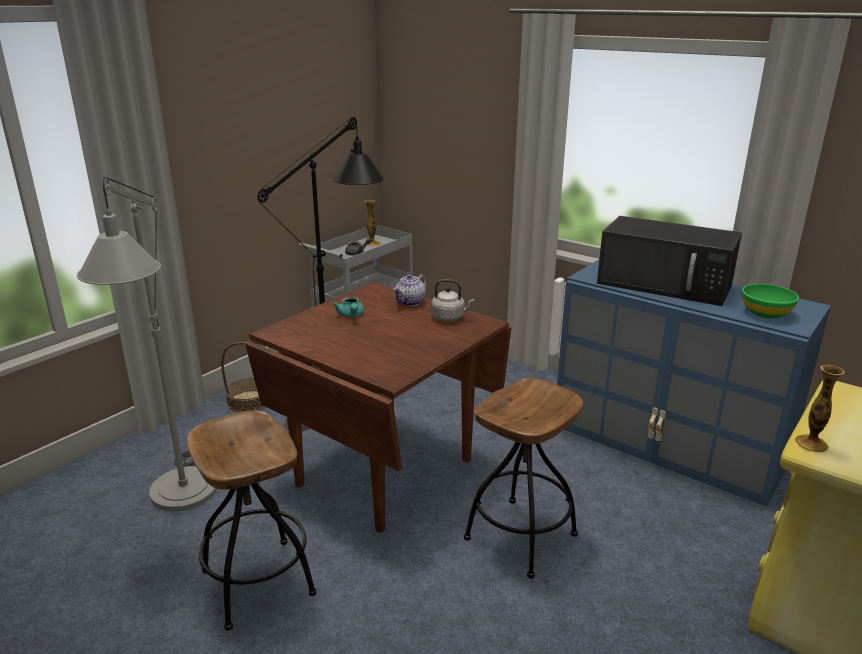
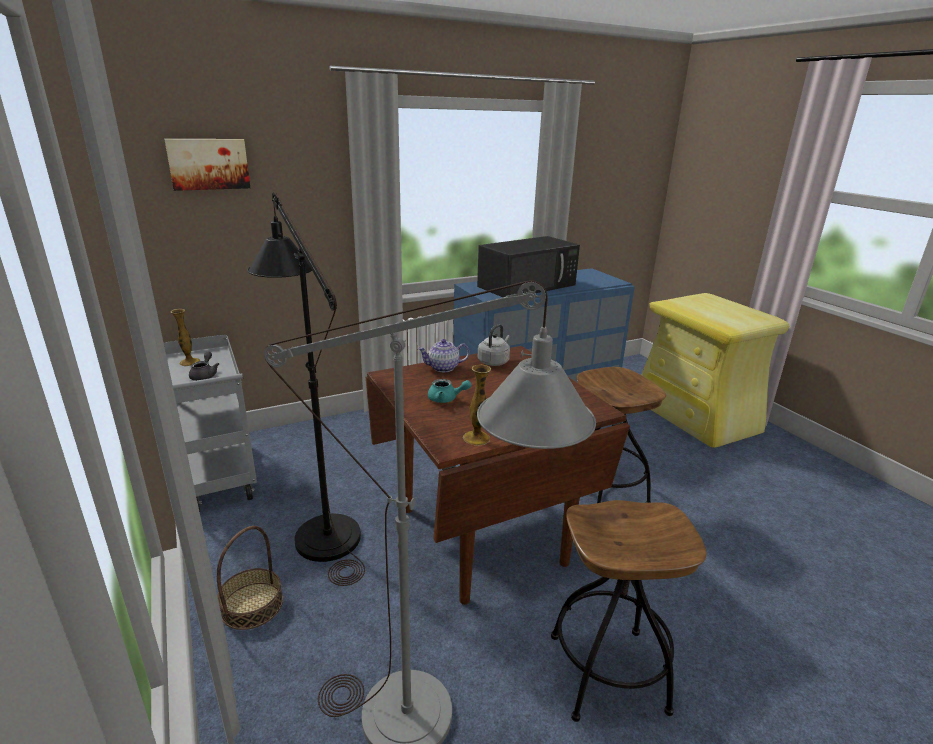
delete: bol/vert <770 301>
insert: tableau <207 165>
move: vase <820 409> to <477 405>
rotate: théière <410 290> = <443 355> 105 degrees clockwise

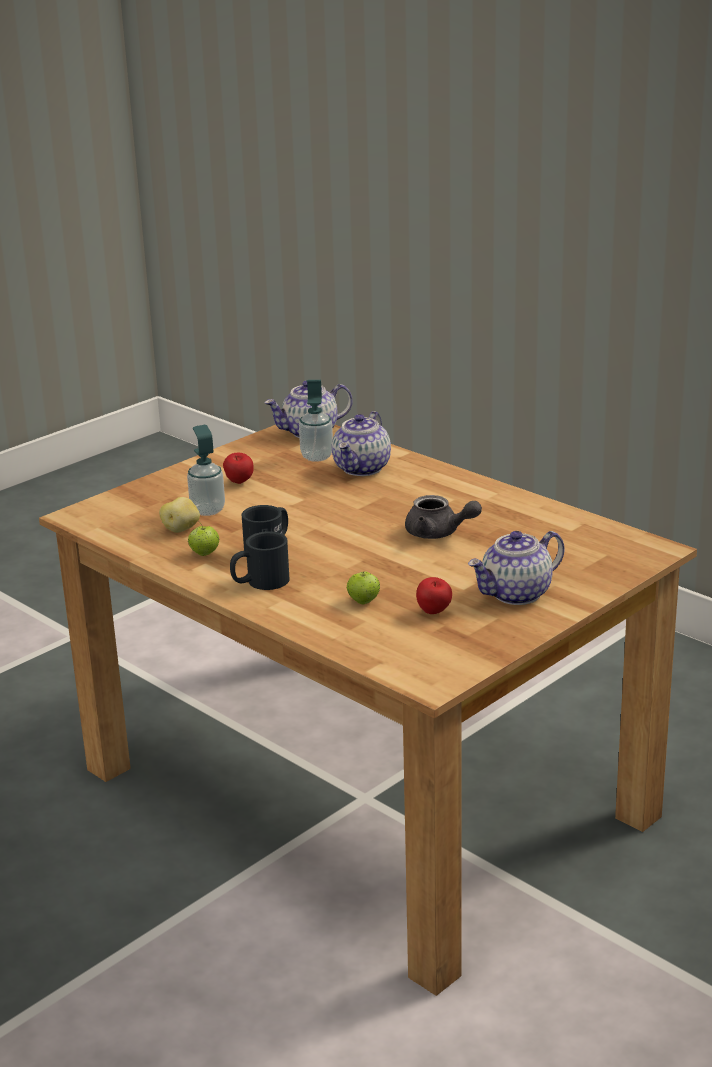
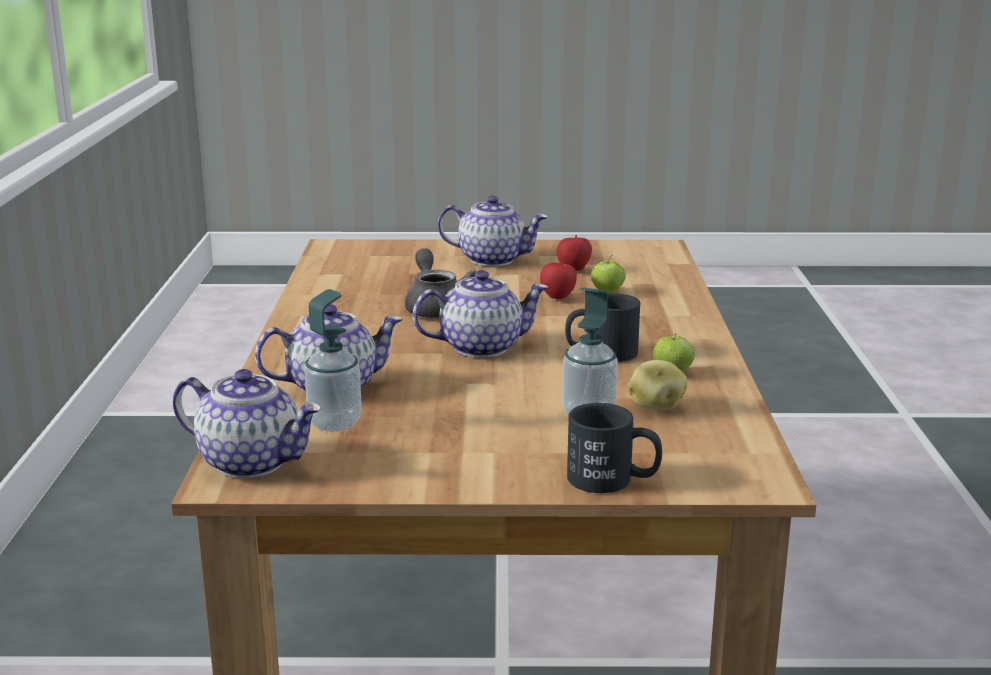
insert: théière <481 314>
move: pomme <238 468> to <558 280>; mug/noir <259 560> to <614 448>

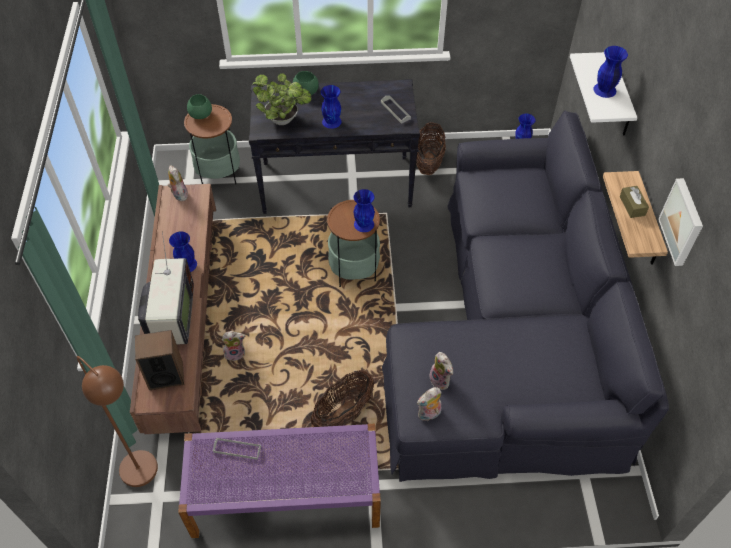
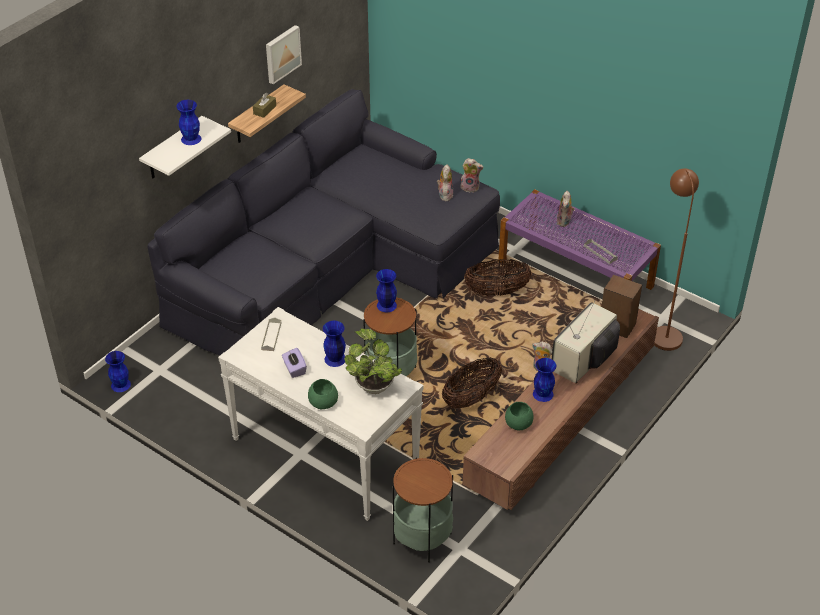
insert: boîte à mouchoirs/violet <294 363>
move: peluche <178 183> to <566 209>; bol/vert <199 106> to <519 416>; panier <431 148> to <472 383>
recolor: table console/noir <334 146> to table console/blanc <320 414>

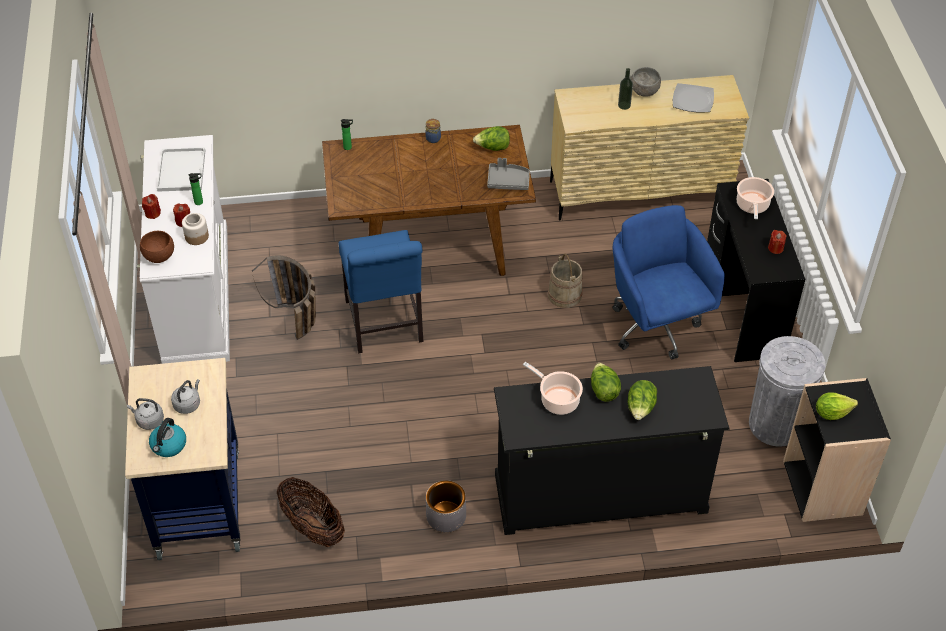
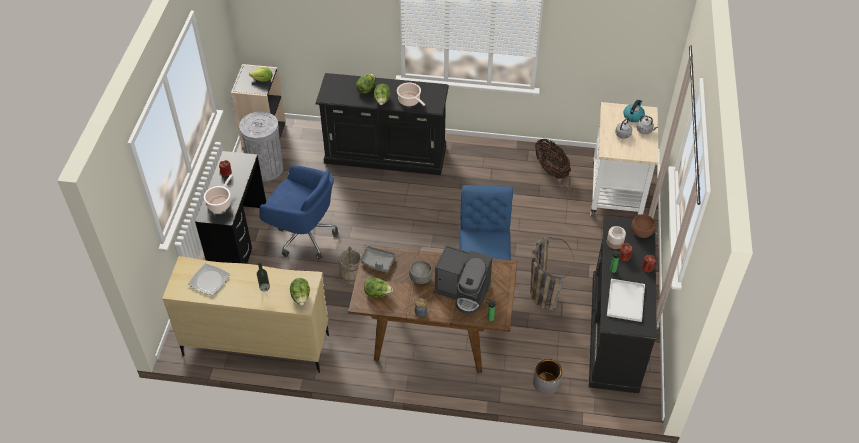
insert: laitue <300 292>; machine à café <462 279>
move: cache-pot/gris <446 506> to <548 377>; bol/gris <646 82> to <421 272>
recolor: chariot/bleu <182 459> to chariot/blanc <624 159>; meuble de rangement/blanc <183 249> to meuble de rangement/noir <624 304>
rotate: chaise de bureau/bleu <669 282> = <299 212> 60 degrees counterclockwise

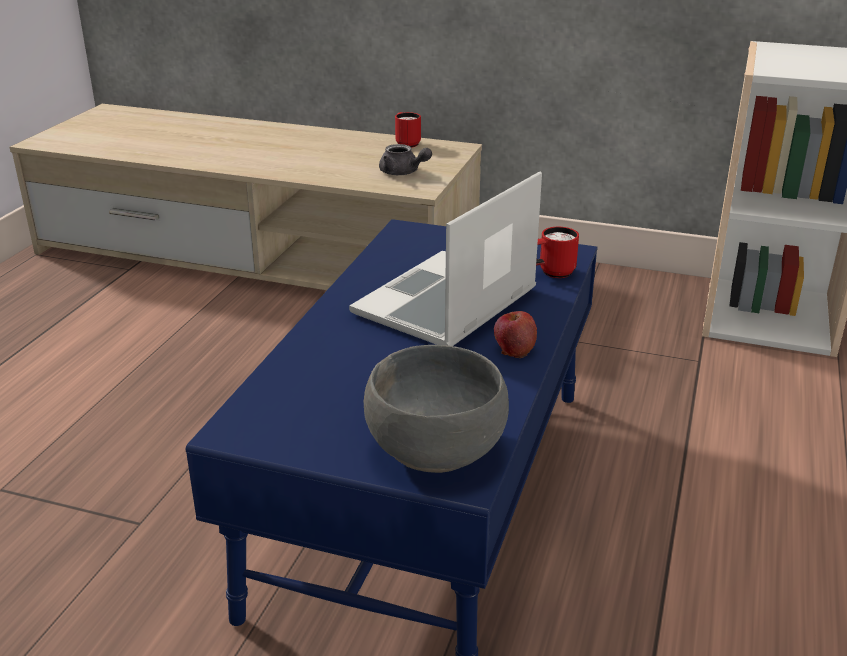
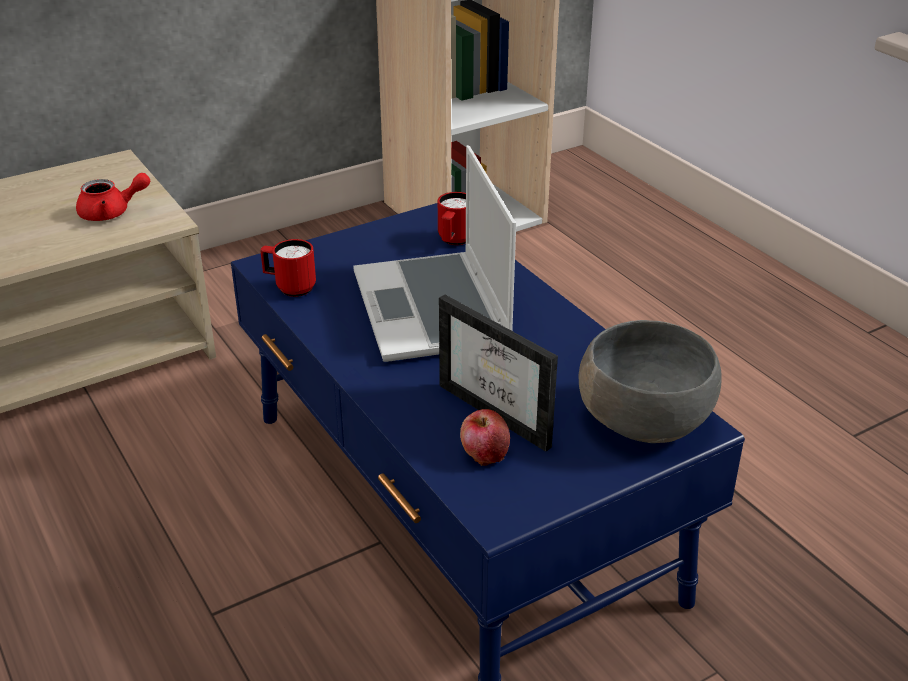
insert: cadre photo <498 373>
move: mug/rouge <408 130> to <288 268>; pomme <515 334> to <485 437>
recolor: théière/gris <405 159> to théière/rouge <113 197>

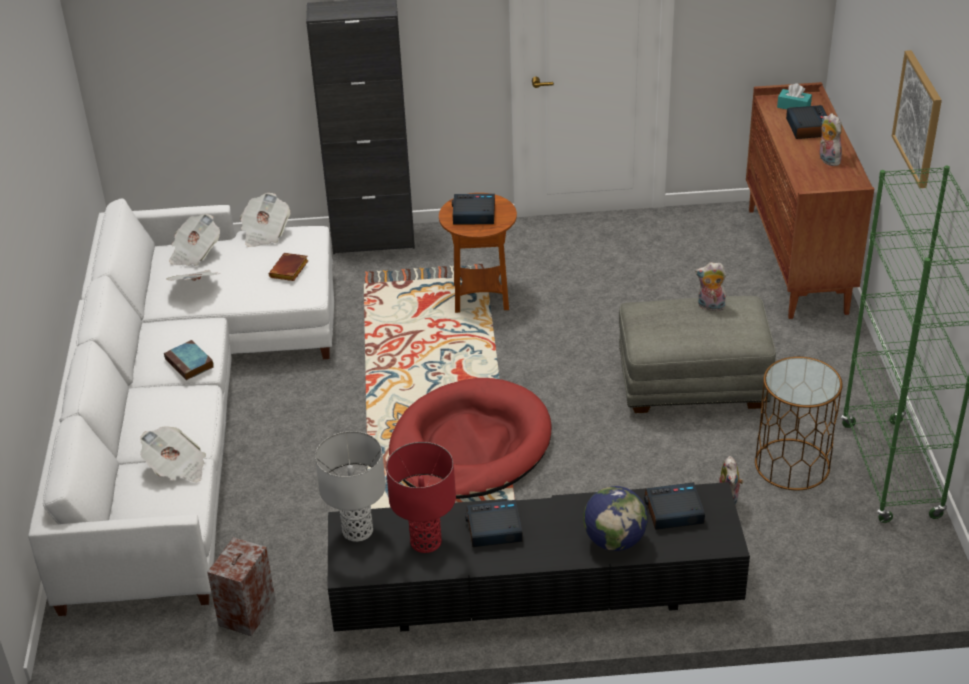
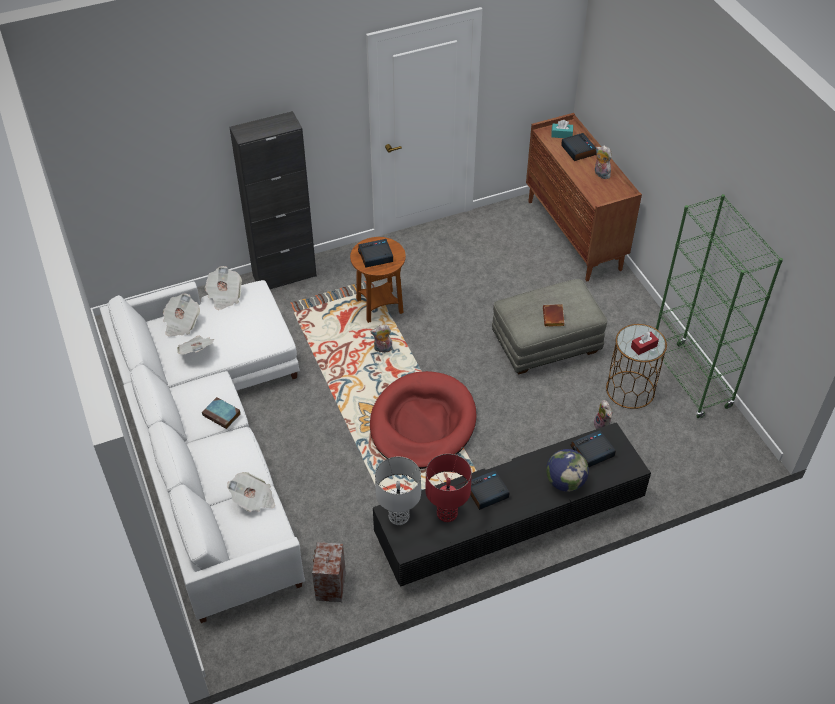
delete: tableau <917 119>
insert: boîte à mouchoirs/rouge <645 343>
move: livre/marron <289 267> to <554 315>; peluche <711 286> to <381 338>

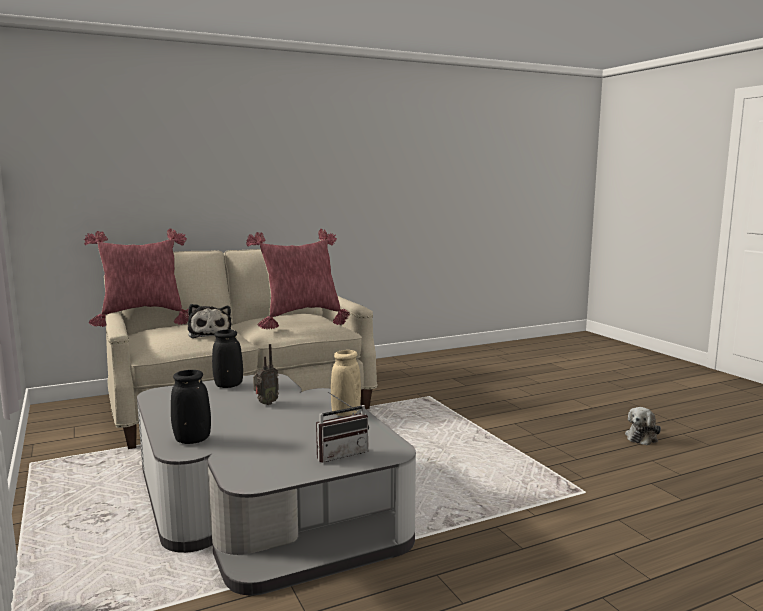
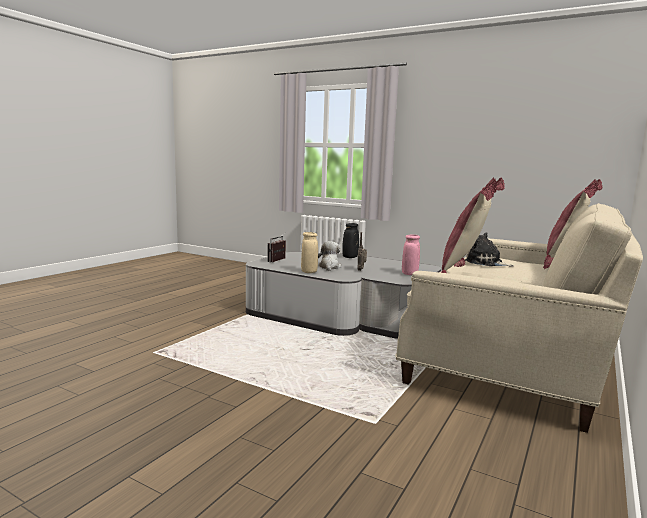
move: peluche <643 426> to <330 256>
recolor: vase/noir <227 358> to vase/rose <411 255>

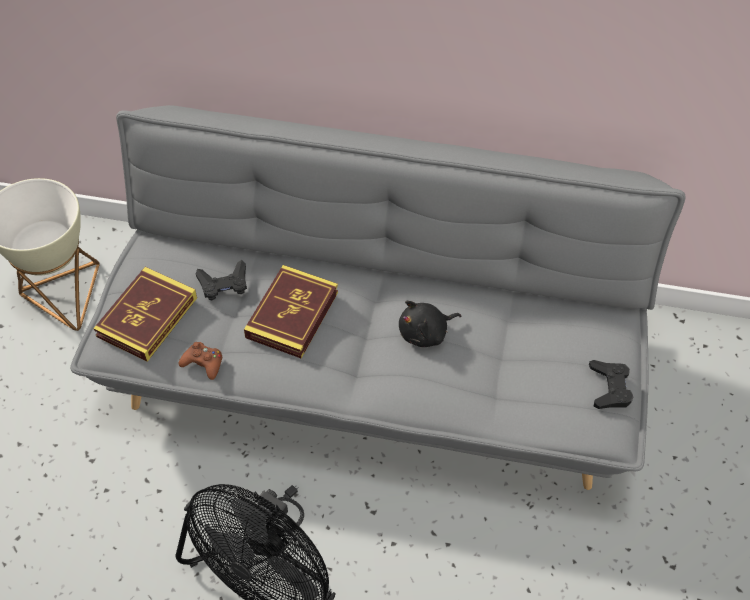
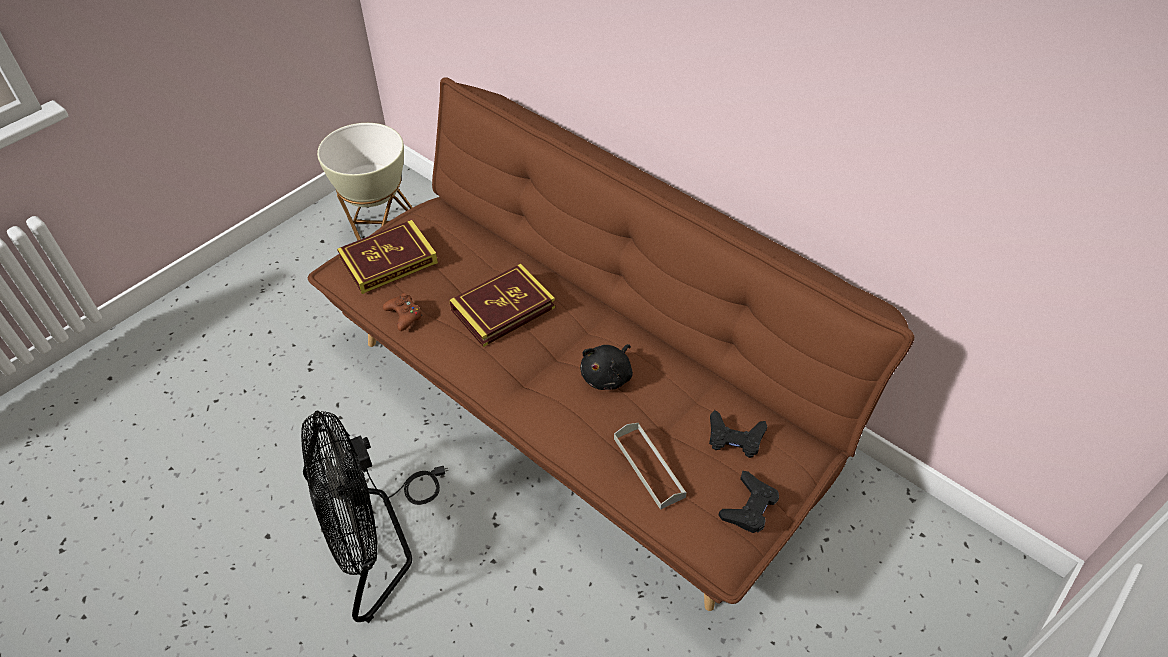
insert: plateau/gris <650 466>
move: manette/noir <221 280> to <738 434>
recolor: canapé/gris <378 297> to canapé/marron <611 344>
rotate: peluche/noir <430 324> = <606 367> 60 degrees counterclockwise

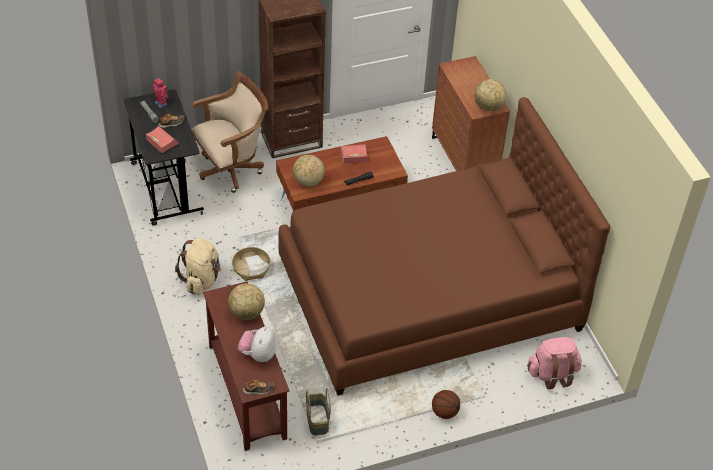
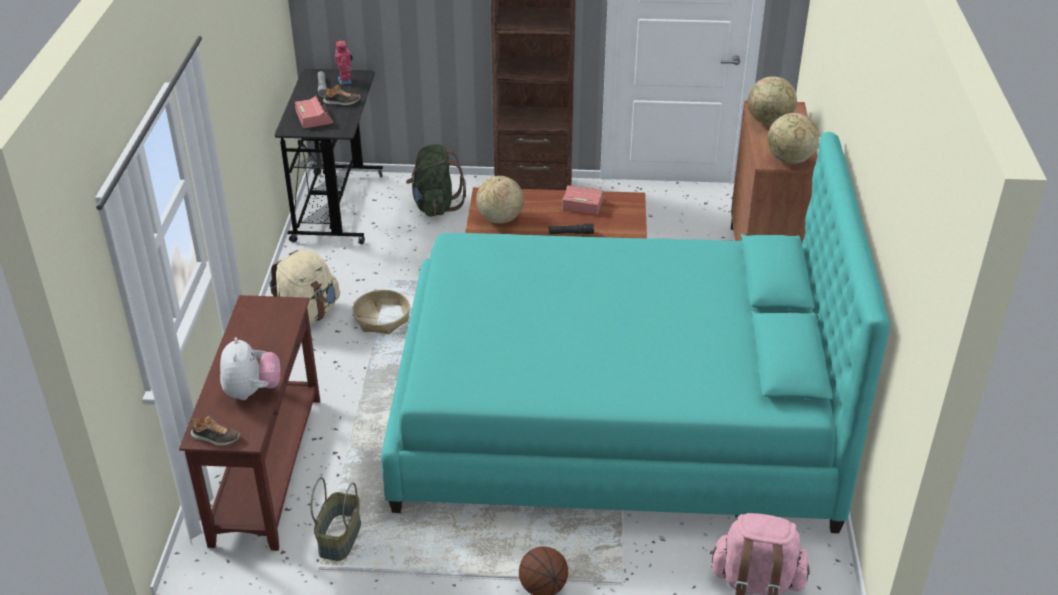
move: globe <246 302> to <772 100>
replace: chaise de bureau <230 132> to sac à dos/vert <436 180>
recolor: lit/marron <444 246> to lit/turquoise <635 332>
rotate: peluche <257 344> = <250 368> 135 degrees clockwise

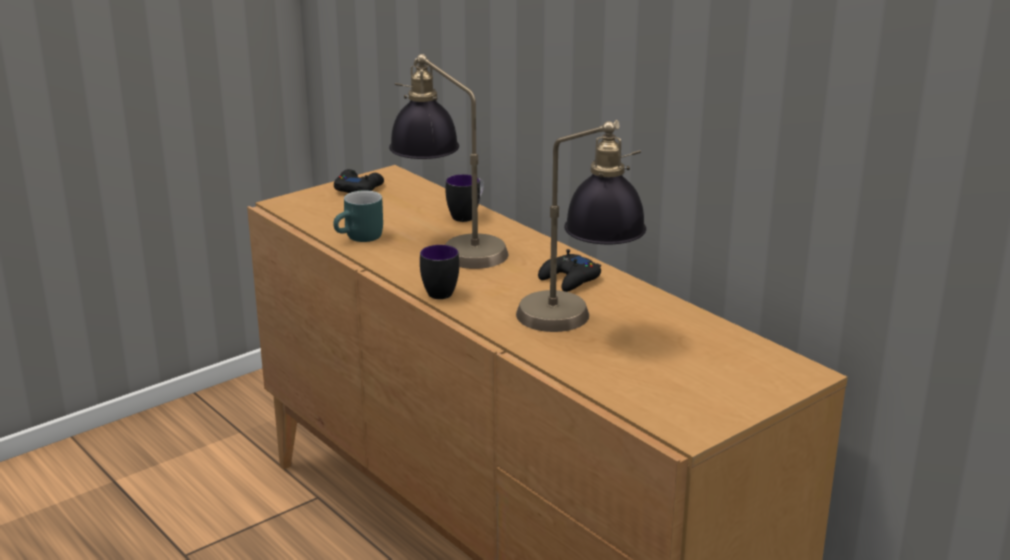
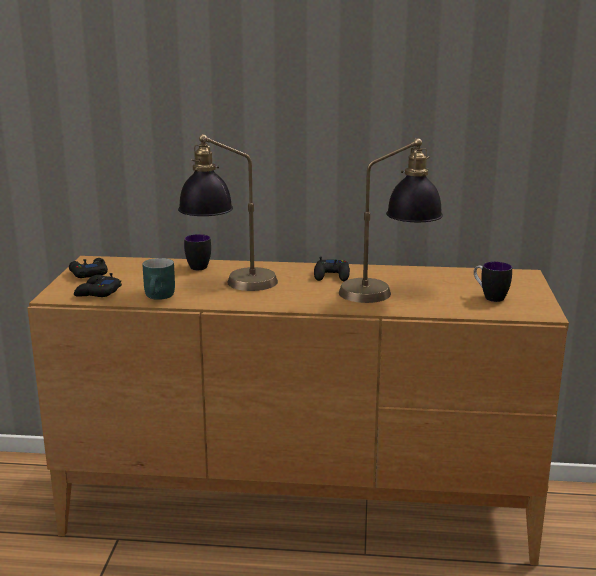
insert: manette/noir <98 285>
move: mug <439 272> to <493 282>

